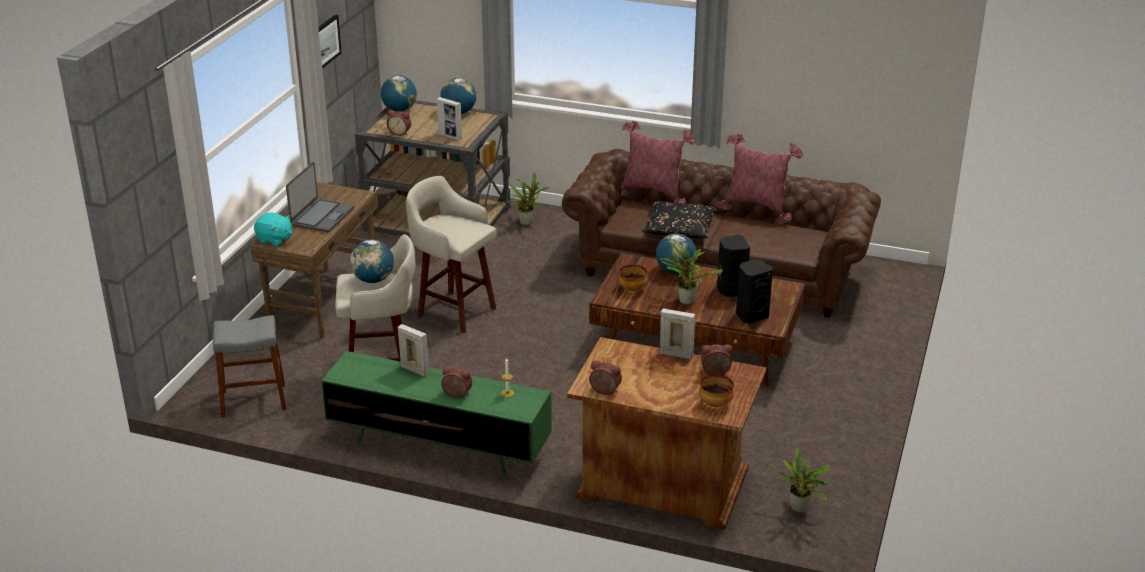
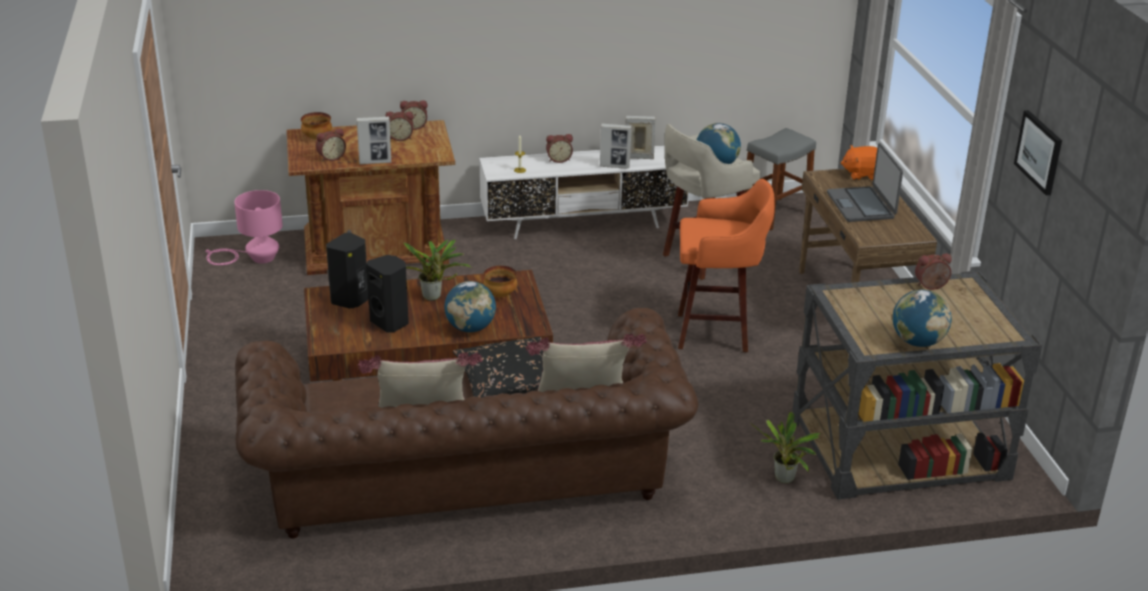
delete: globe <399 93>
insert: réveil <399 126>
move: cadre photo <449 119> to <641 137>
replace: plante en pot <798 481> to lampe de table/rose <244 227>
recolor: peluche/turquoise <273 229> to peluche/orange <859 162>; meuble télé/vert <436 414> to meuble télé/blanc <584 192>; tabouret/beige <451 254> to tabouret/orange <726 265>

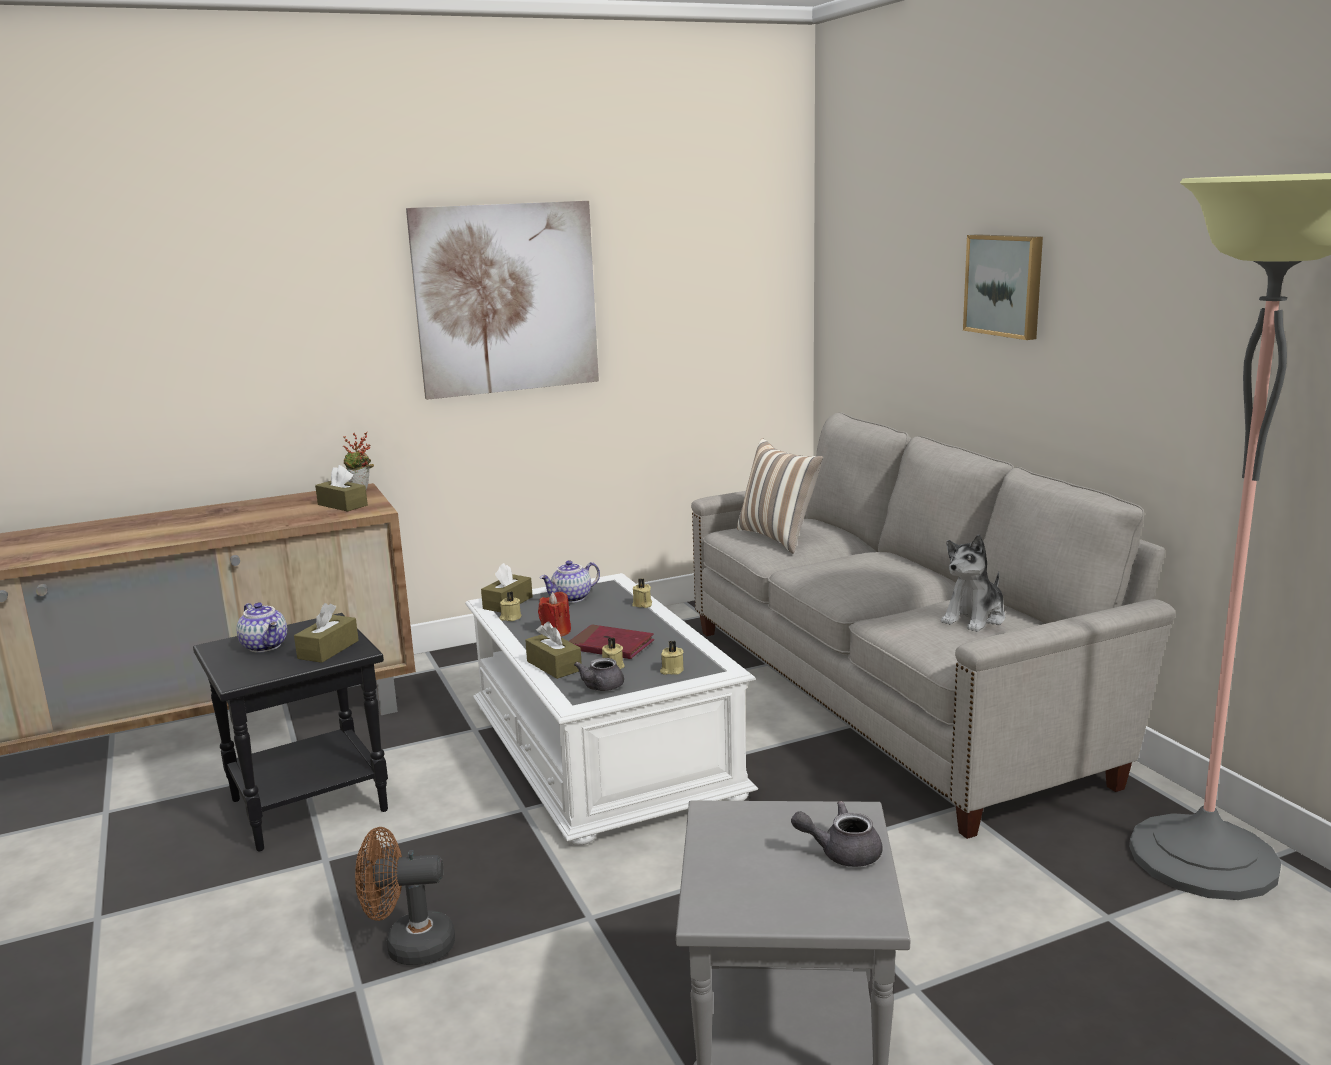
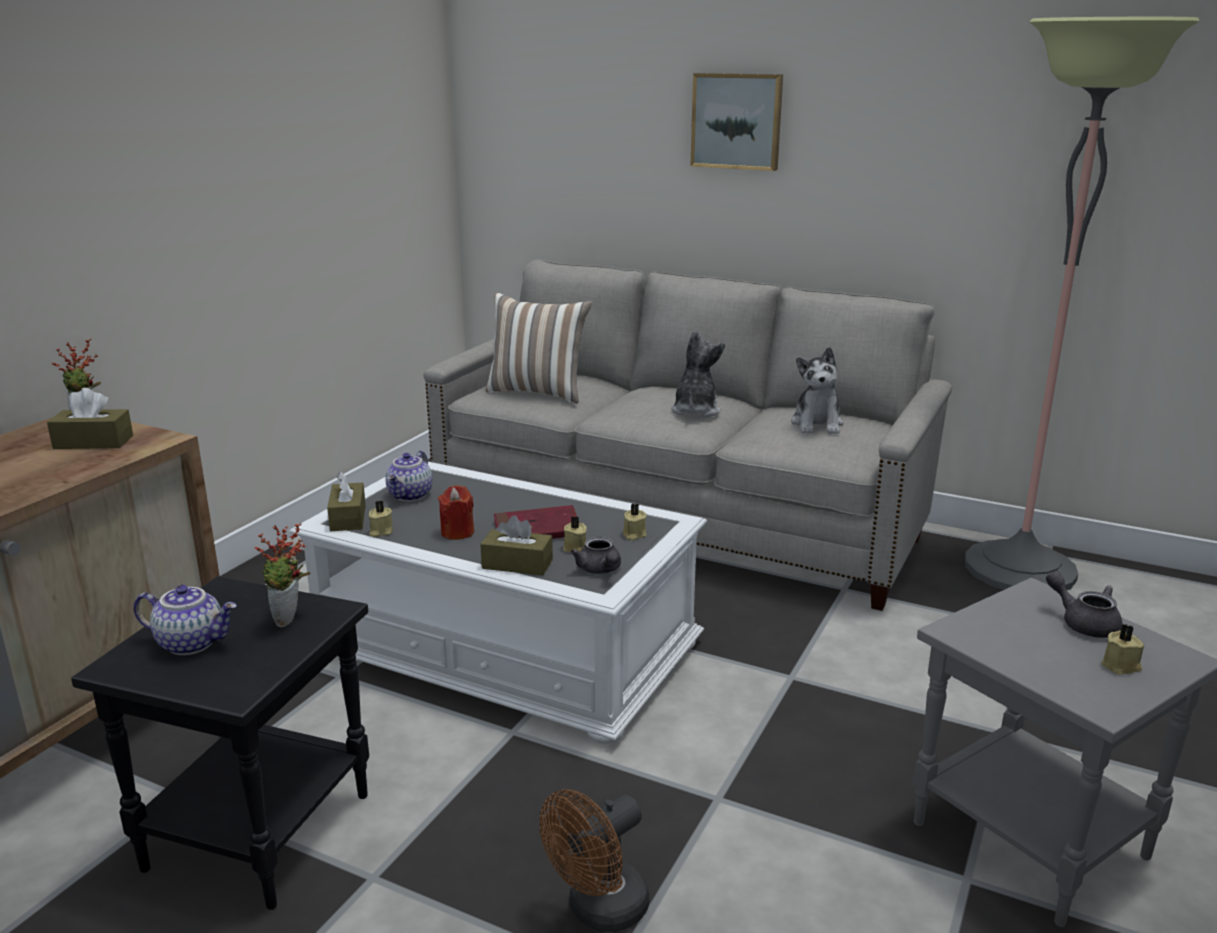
delete: tableau <502 300>
insert: peluche <698 374>
move: bougie/beige <642 593> to <1123 649>
replace: boîte à mouchoirs/marron <326 633> to plante en pot <282 574>
rotate: théière/gris <837 834> = <1084 604> 90 degrees clockwise

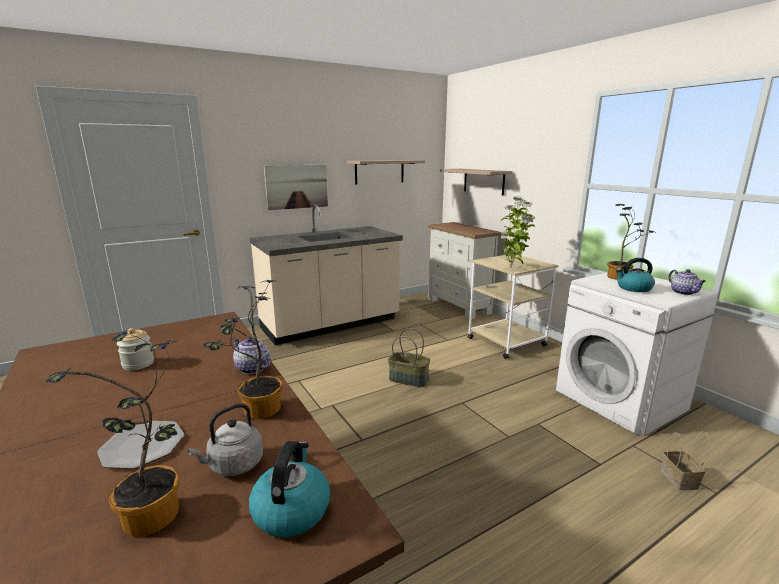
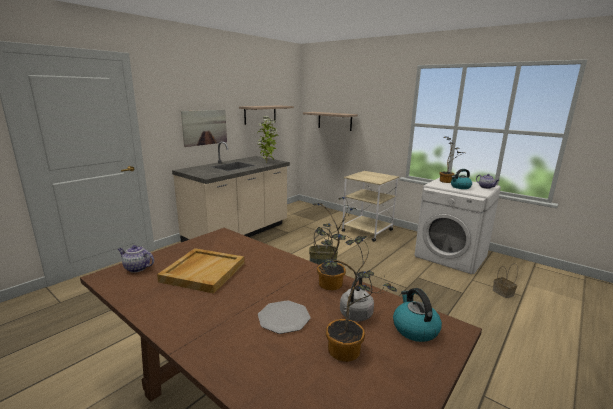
delete: commode/blanc <464 270>
move: théière <252 355> to <136 259>; plante en pot <517 231> to <268 139>
replace: bocal <135 349> to plateau/beige <200 271>

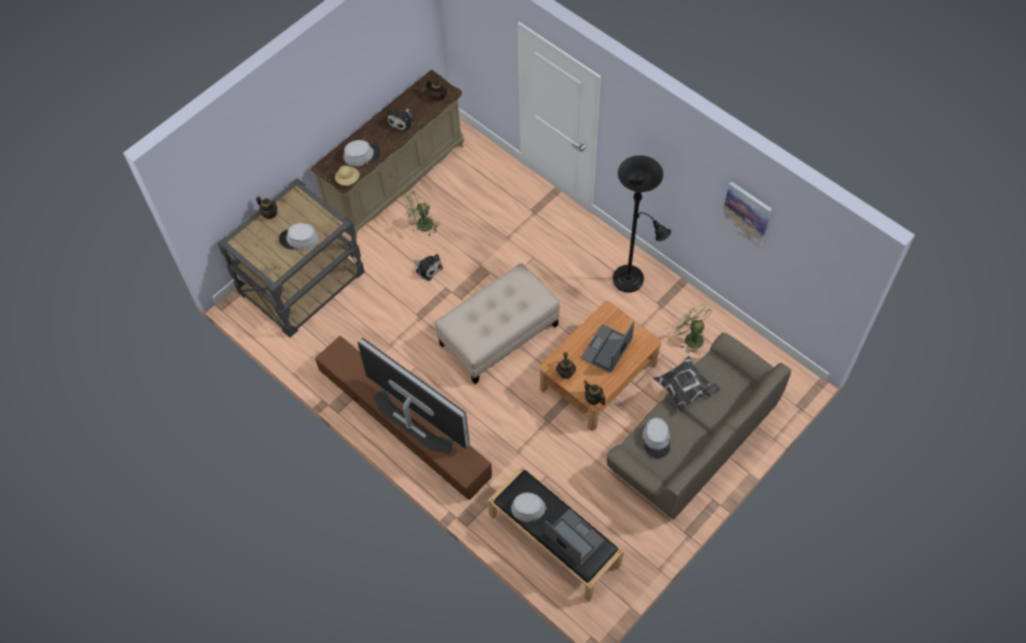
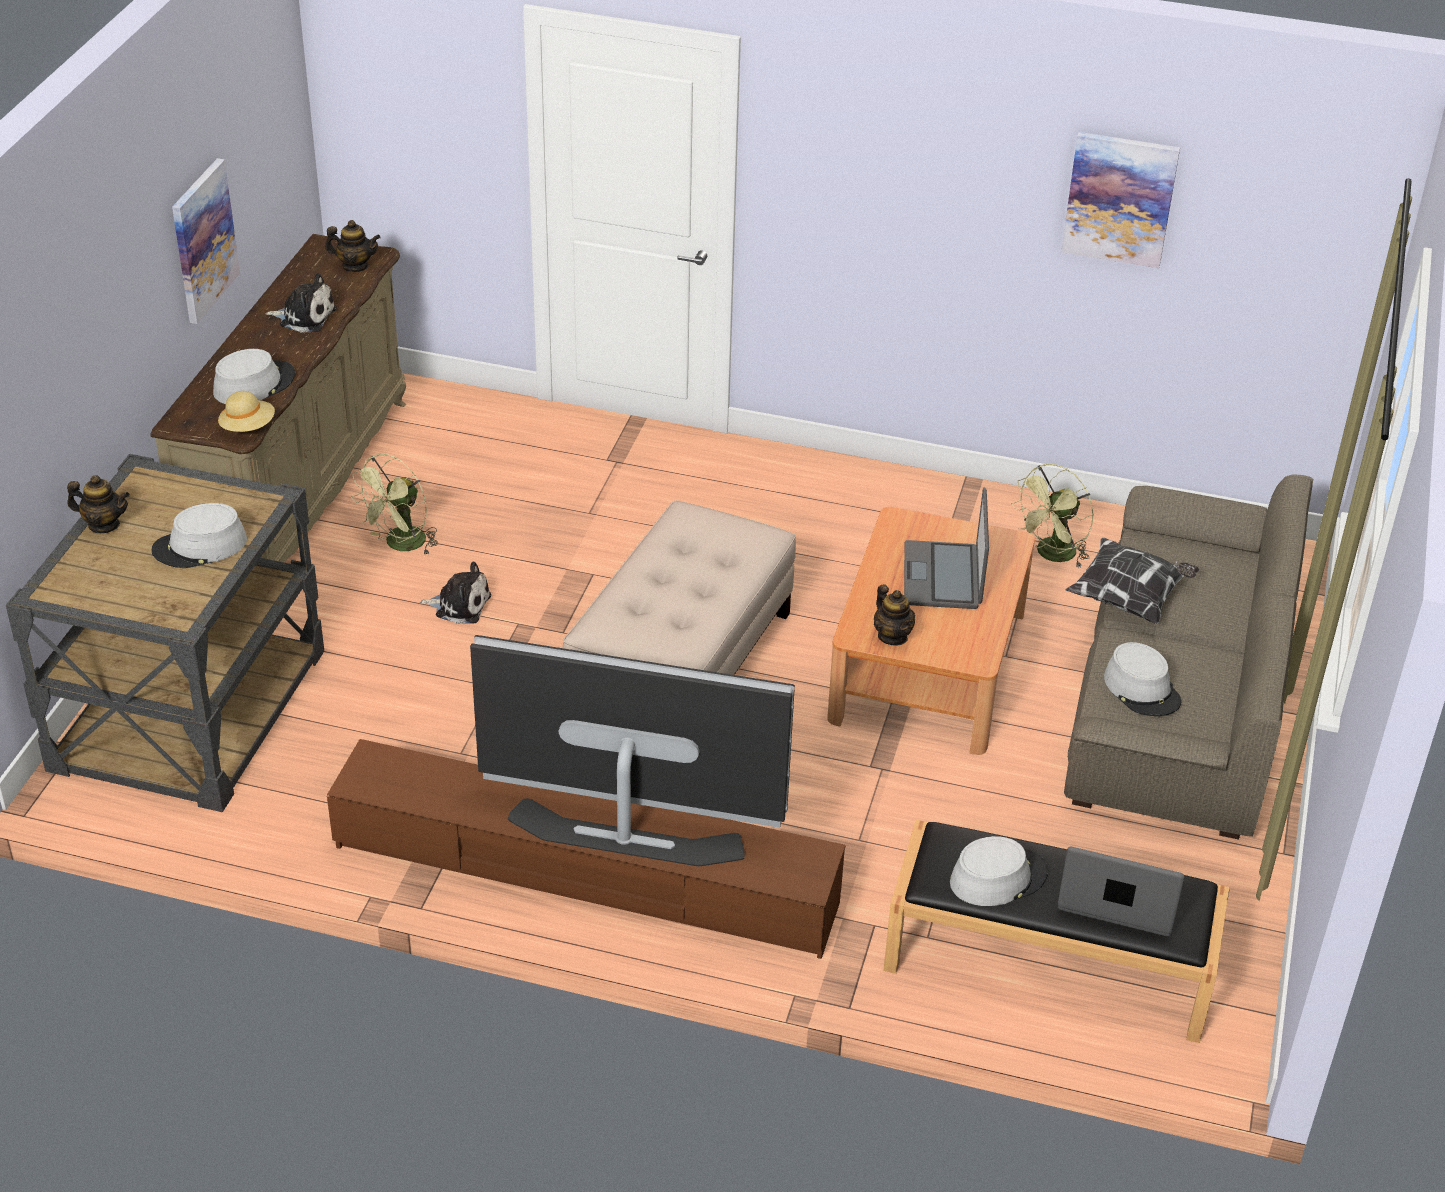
delete: théière <594 392>; lampadaire/noir <642 224>
insert: tableau <206 241>
rotate: peluche <400 120> = <300 303> 75 degrees counterclockwise; ventilateur/vert <692 328> = <1052 516> 75 degrees counterclockwise

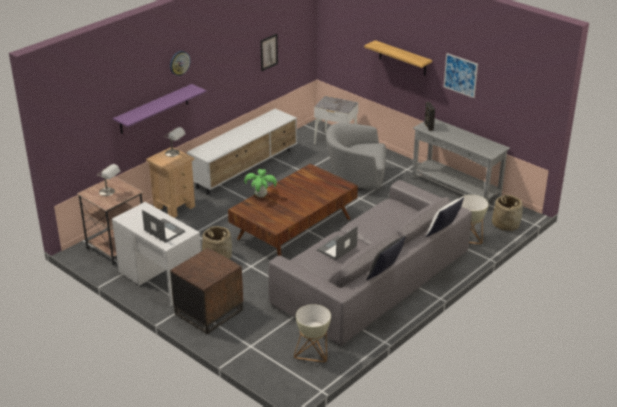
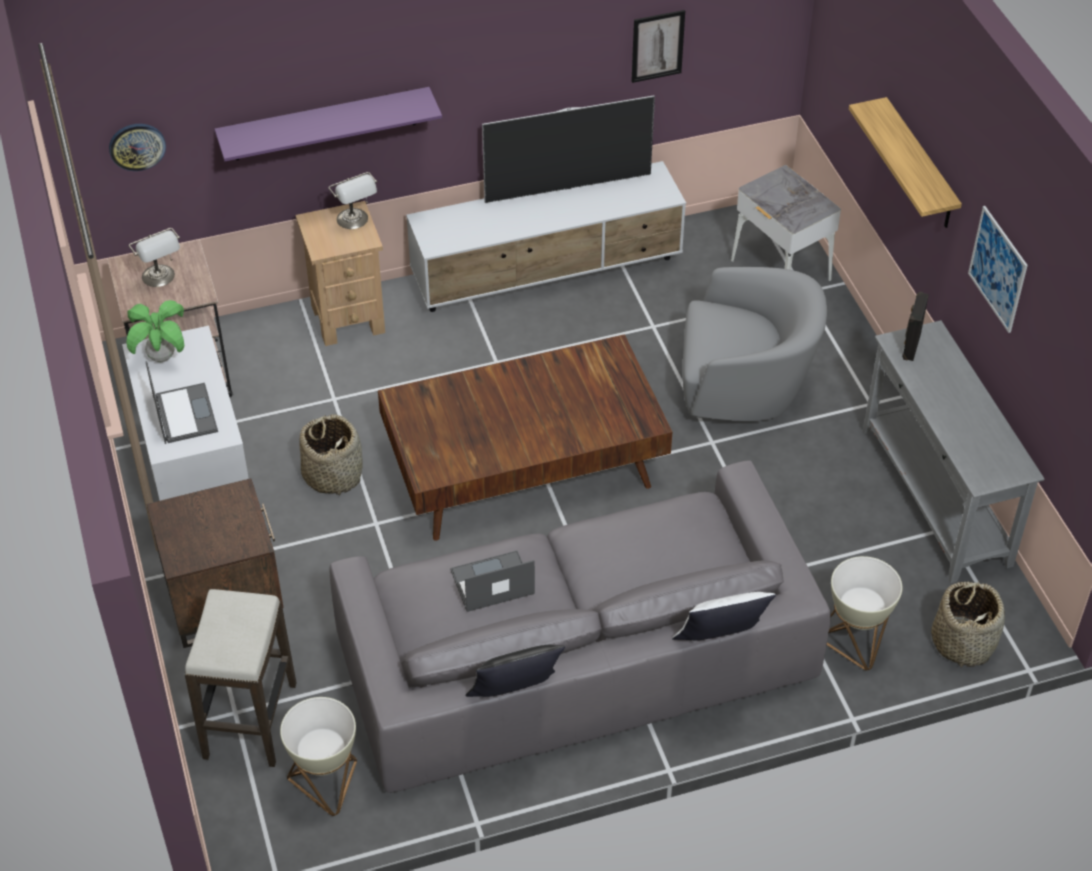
insert: tabouret <240 678>; téléviseur <568 149>
move: horloge murale <180 63> to <137 147>; plante en pot <260 183> to <155 331>
rotate: fauteuil/gris <356 156> = <754 344> 150 degrees clockwise

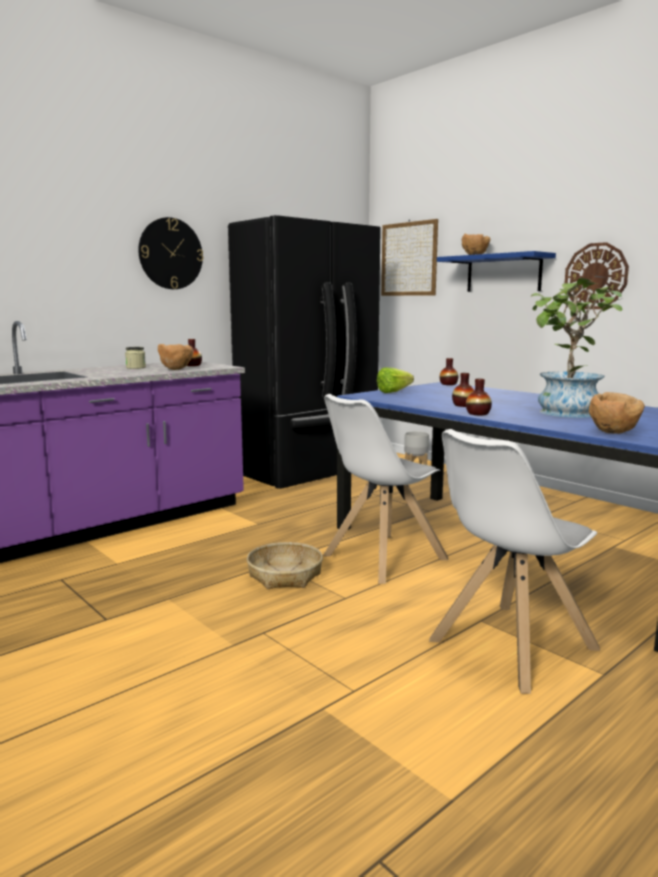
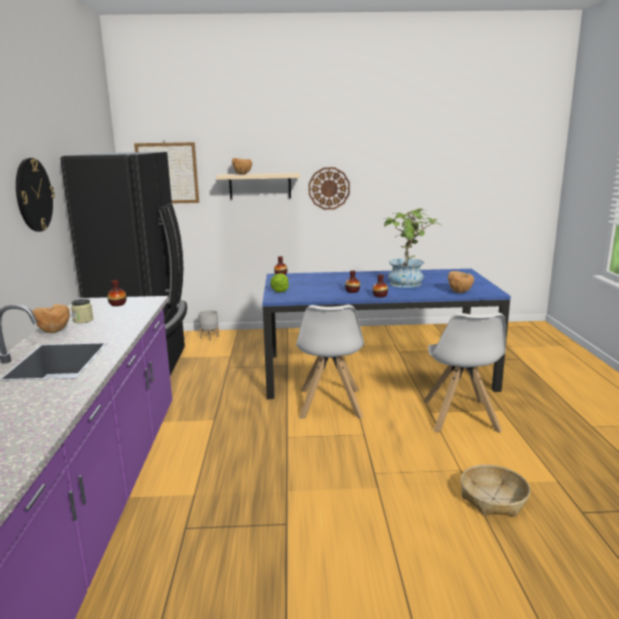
move: bol/marron <175 357> to <51 318>; panier <285 565> to <495 491>
recolor: étagère/bleu <496 271> to étagère/beige <258 186>

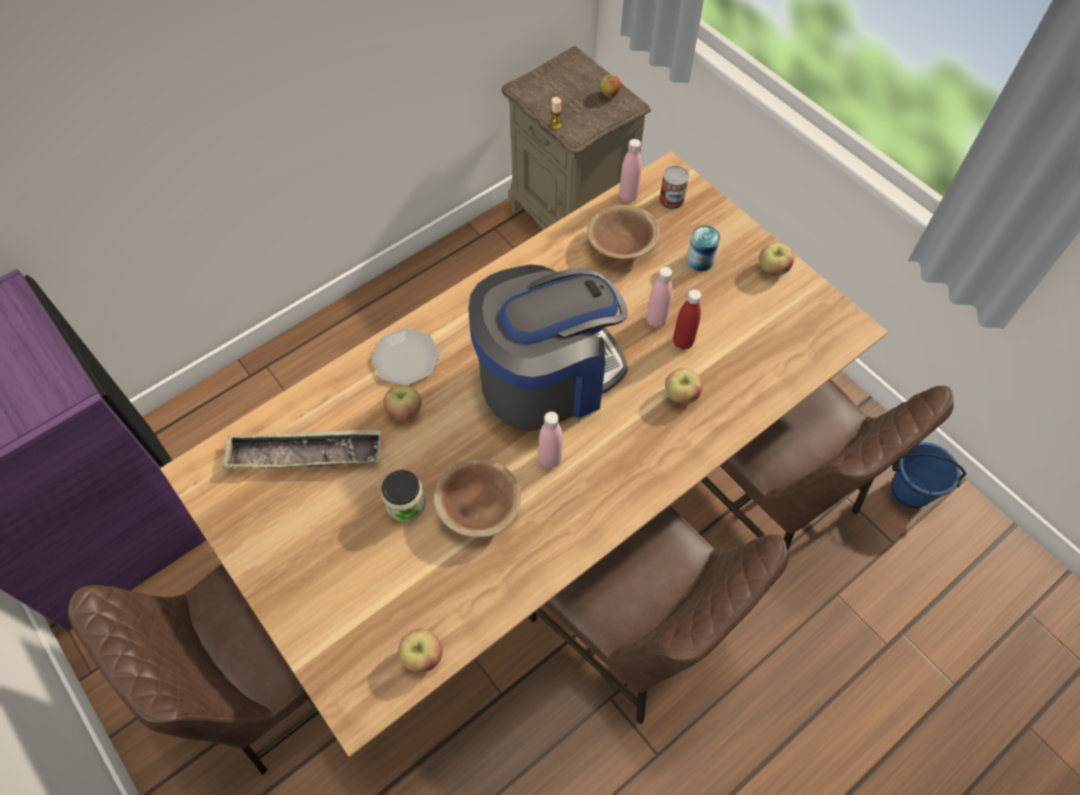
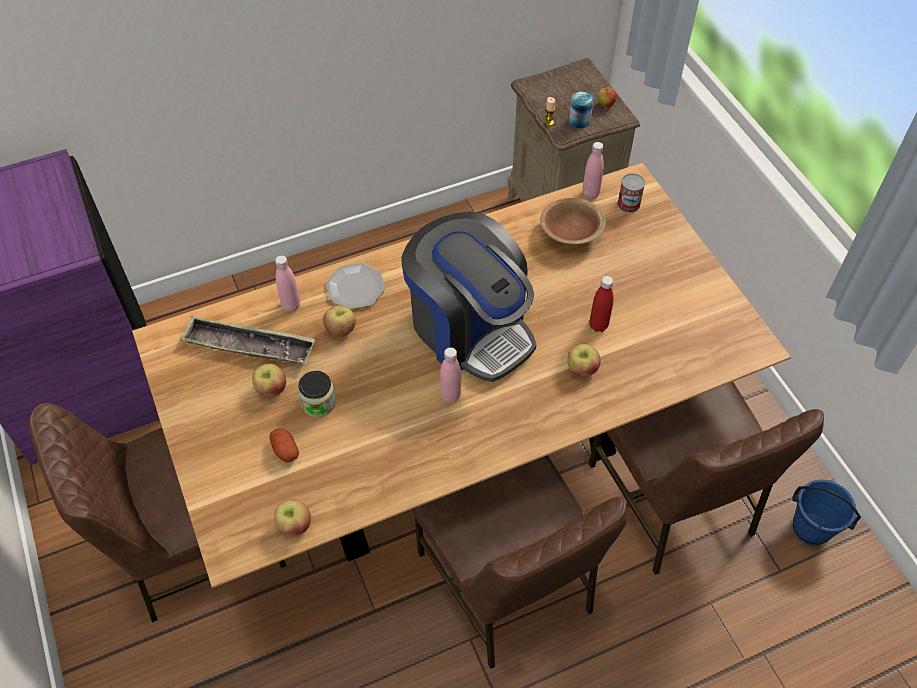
delete: bol/marron <477 497>
insert: pomme de terre <284 445>
move: bouteille/rose <660 297> to <287 283>; boîte métallique <703 248> to <581 109>; pomme <776 259> to <269 380>
rotate: machine à café <548 348> = <468 296> 60 degrees clockwise

